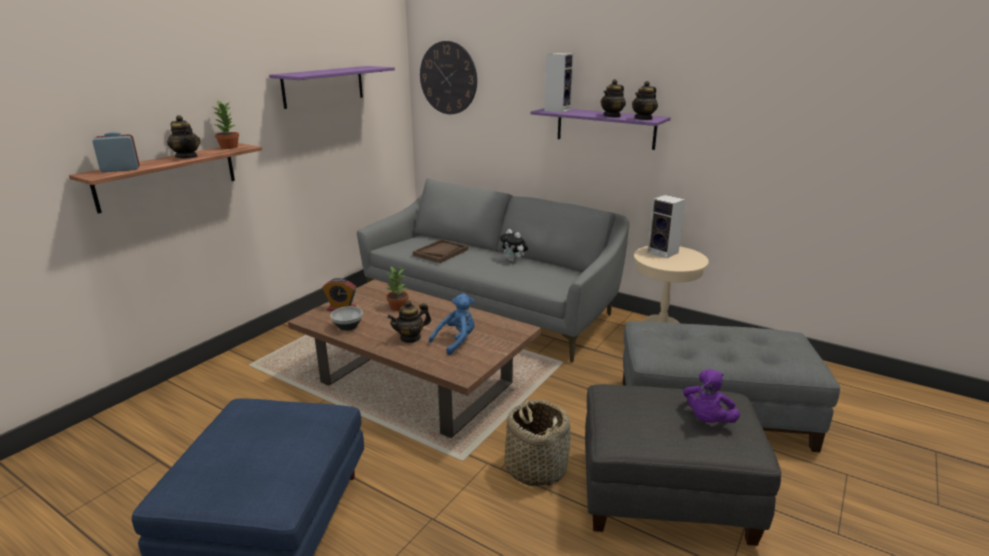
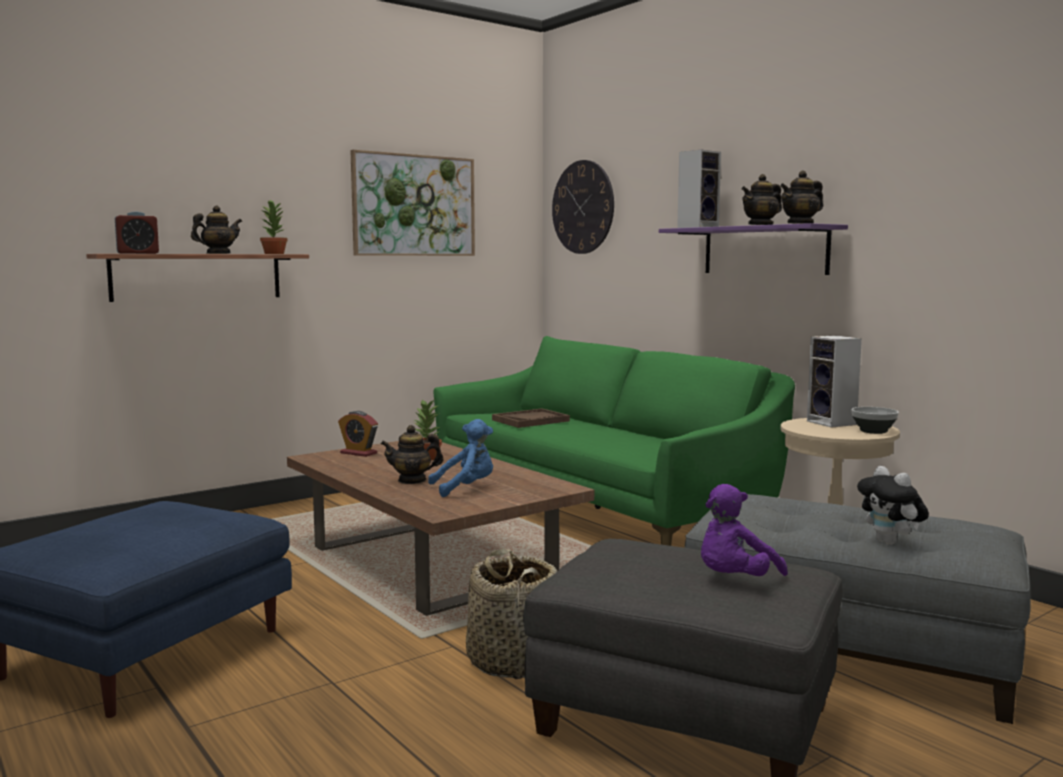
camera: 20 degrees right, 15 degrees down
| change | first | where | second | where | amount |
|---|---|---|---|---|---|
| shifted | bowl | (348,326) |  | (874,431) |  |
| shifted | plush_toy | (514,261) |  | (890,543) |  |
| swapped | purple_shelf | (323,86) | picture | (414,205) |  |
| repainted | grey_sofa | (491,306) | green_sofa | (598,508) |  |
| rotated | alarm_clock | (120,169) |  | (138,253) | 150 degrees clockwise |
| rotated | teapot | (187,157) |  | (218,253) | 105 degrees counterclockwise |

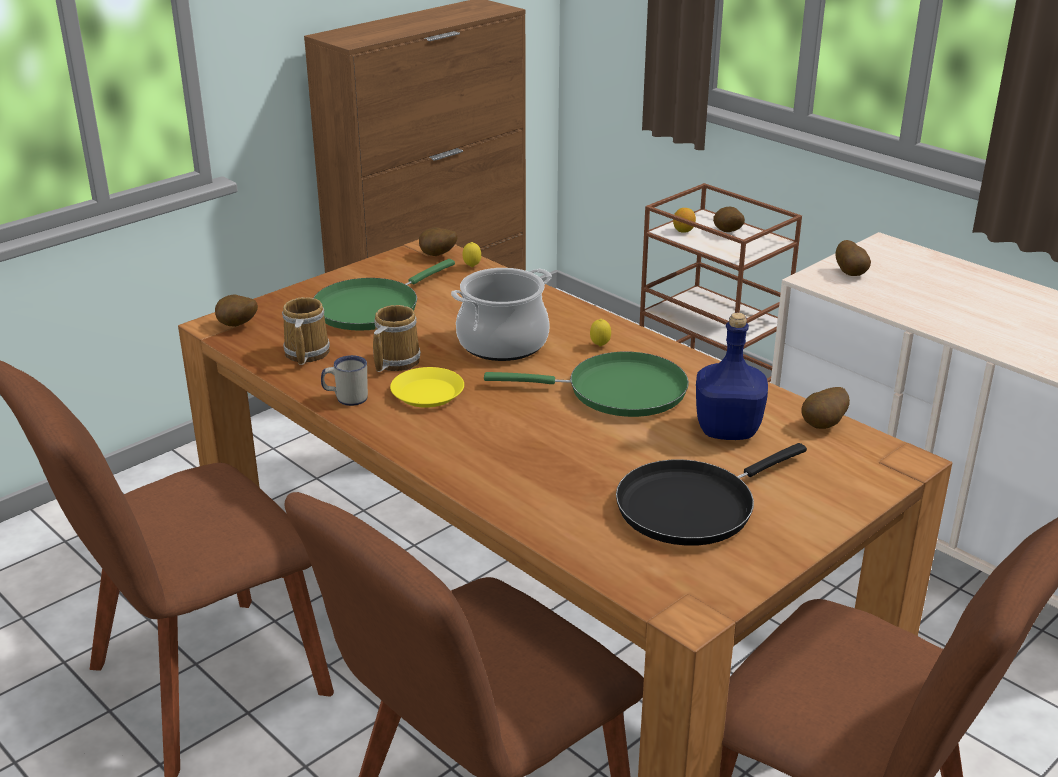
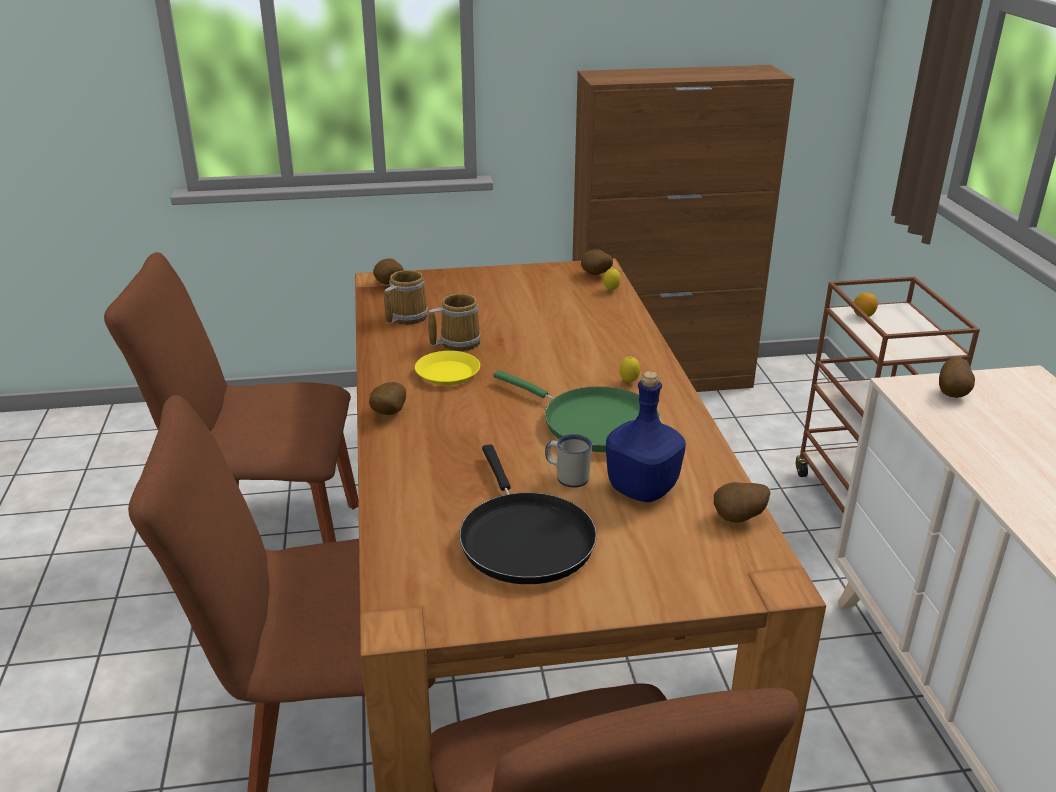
camera: 35 degrees right, 0 degrees up
| change | first | where | second | where | amount |
|---|---|---|---|---|---|
| gone | green_frying_pan | (372,308) |  |  |  |
| gone | cooking_pot | (502,343) |  |  |  |
| shifted | white_mug | (346,398) |  | (567,476) |  |
| shifted | potato | (727,232) |  | (387,414) |  |
| rotated | black_frying_pan | (692,506) |  | (524,538) | 105 degrees counterclockwise |

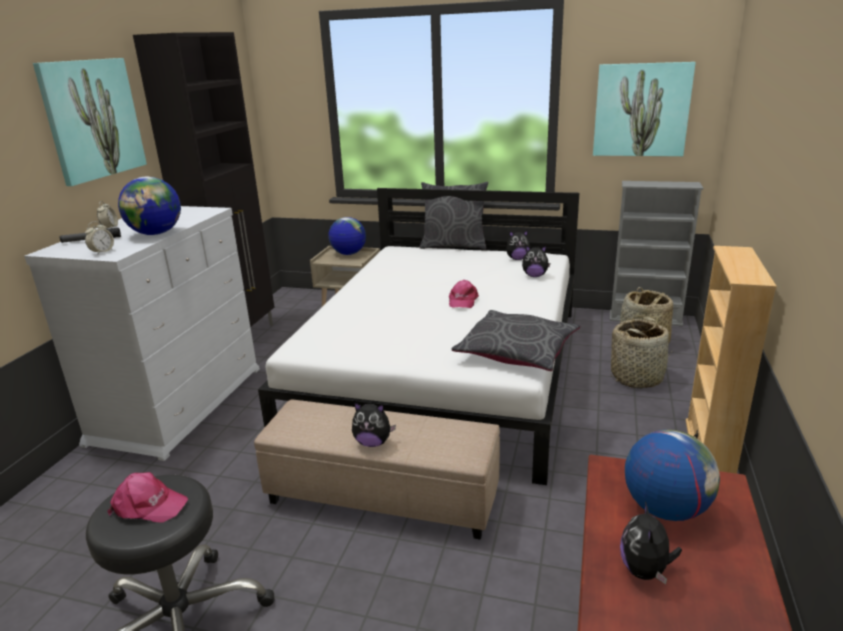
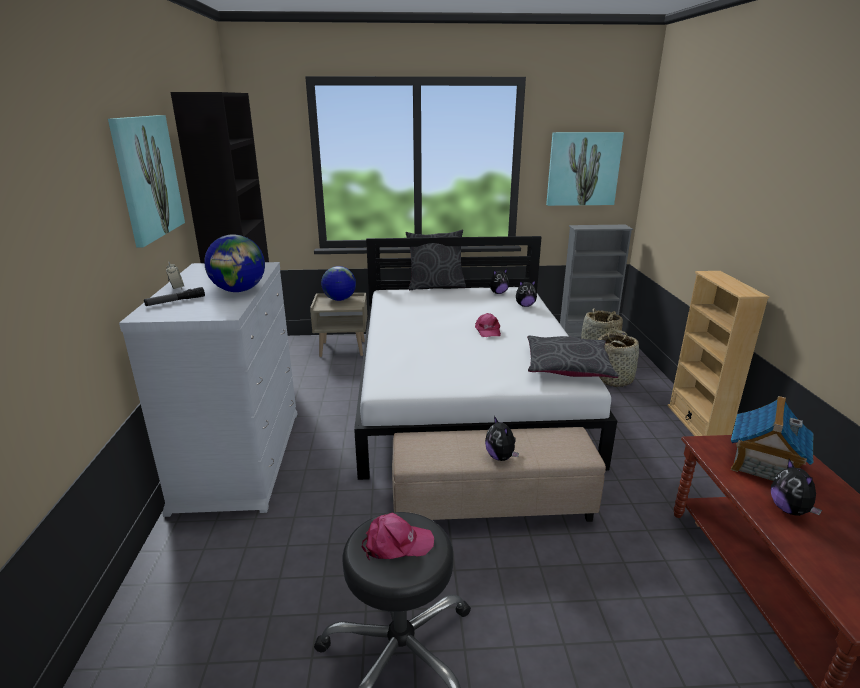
camera: 20 degrees left, 0 degrees up
| change | first | where | second | where | amount |
|---|---|---|---|---|---|
| gone | alarm_clock | (102,252) |  |  |  |
| swapped | globe | (665,508) | toy_house | (763,465) |  |
| rotated | plush_toy | (373,443) |  | (501,457) | 75 degrees clockwise |

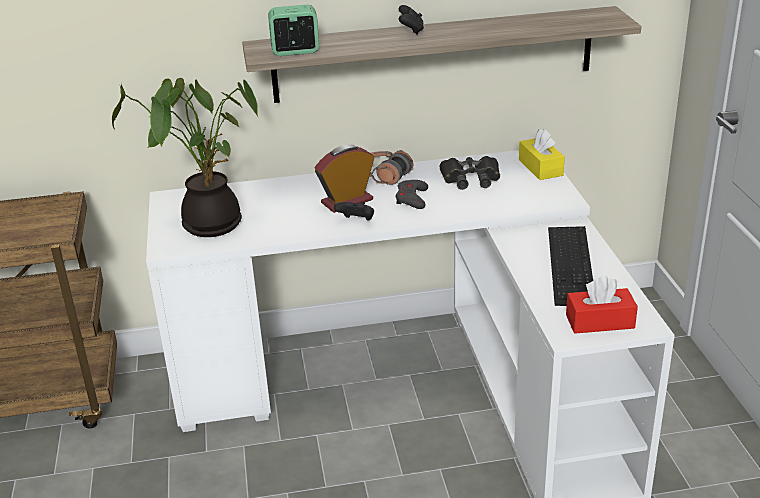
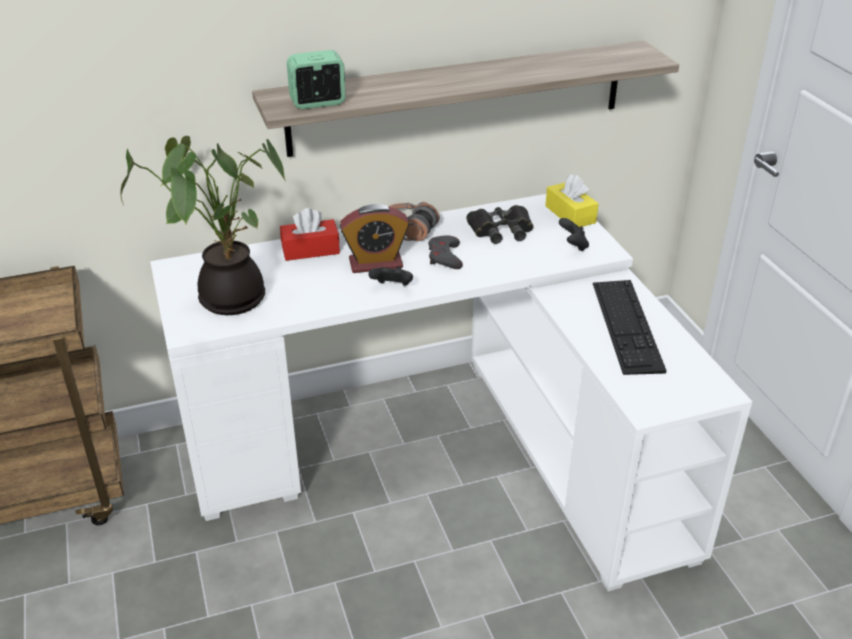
camera: 10 degrees left, 5 degrees up
| change | first | where | second | where | amount |
|---|---|---|---|---|---|
| shifted | black_game_controller | (411,31) |  | (573,246) |  |
| shifted | red_tissue_box | (600,321) |  | (310,250) |  |
| rotated | alarm_clock | (347,201) |  | (375,263) | 150 degrees counterclockwise |

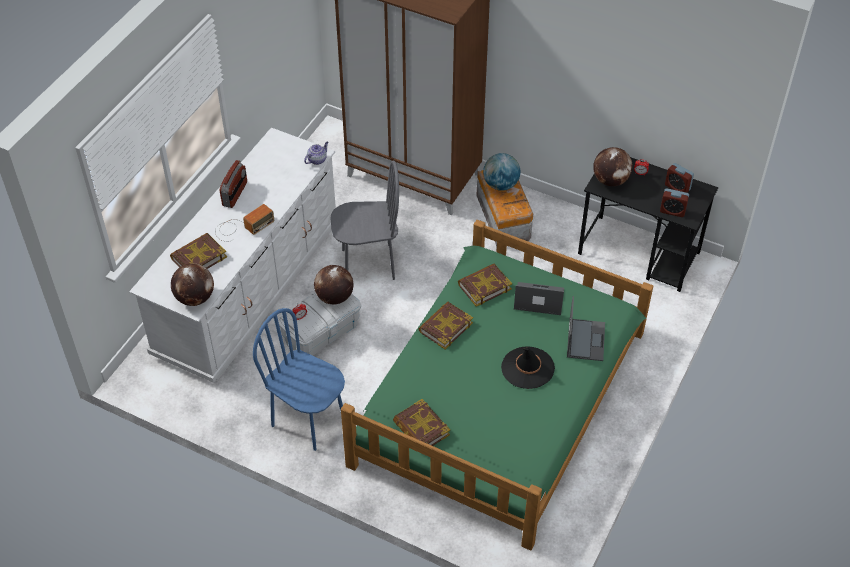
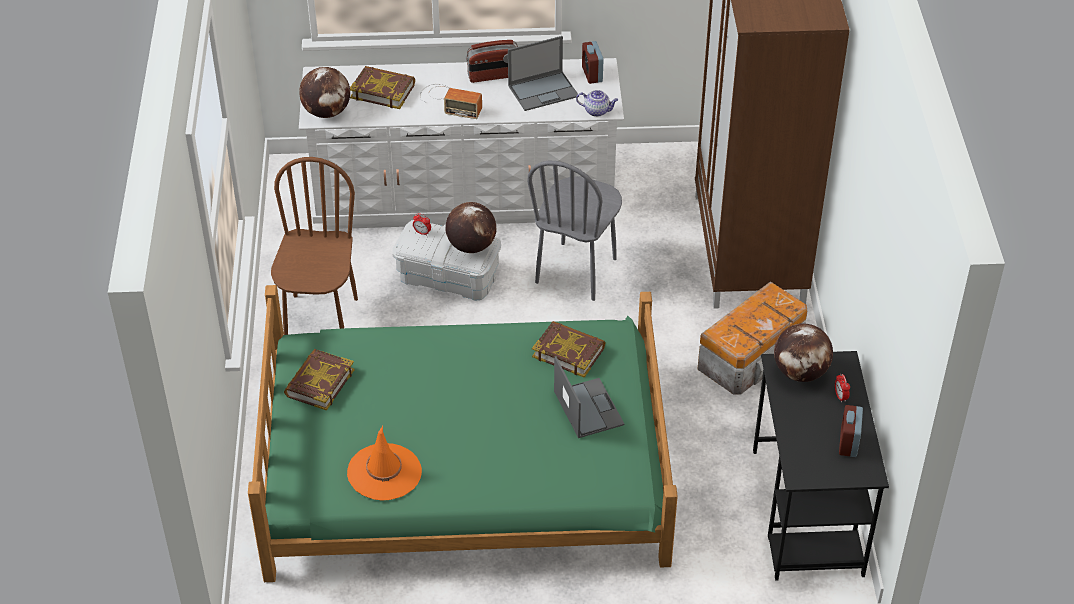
camera: 60 degrees right, 5 degrees down
| change | first | where | second | where | amount |
|---|---|---|---|---|---|
| gone | book | (445,327) |  |  |  |
| gone | globe | (500,184) |  |  |  |
| gone | black_hat | (527,368) |  |  |  |
| new |  |  | orange_hat | (384,472) |  |
| shifted | laptop | (585,339) |  | (544,91) |  |
| shifted | alarm_clock | (672,211) |  | (592,74) |  |
| repainted | blue_chair | (308,420) | brown_chair | (320,320) |  |
| rotated | grey_chair | (368,264) |  | (576,271) | 60 degrees clockwise |

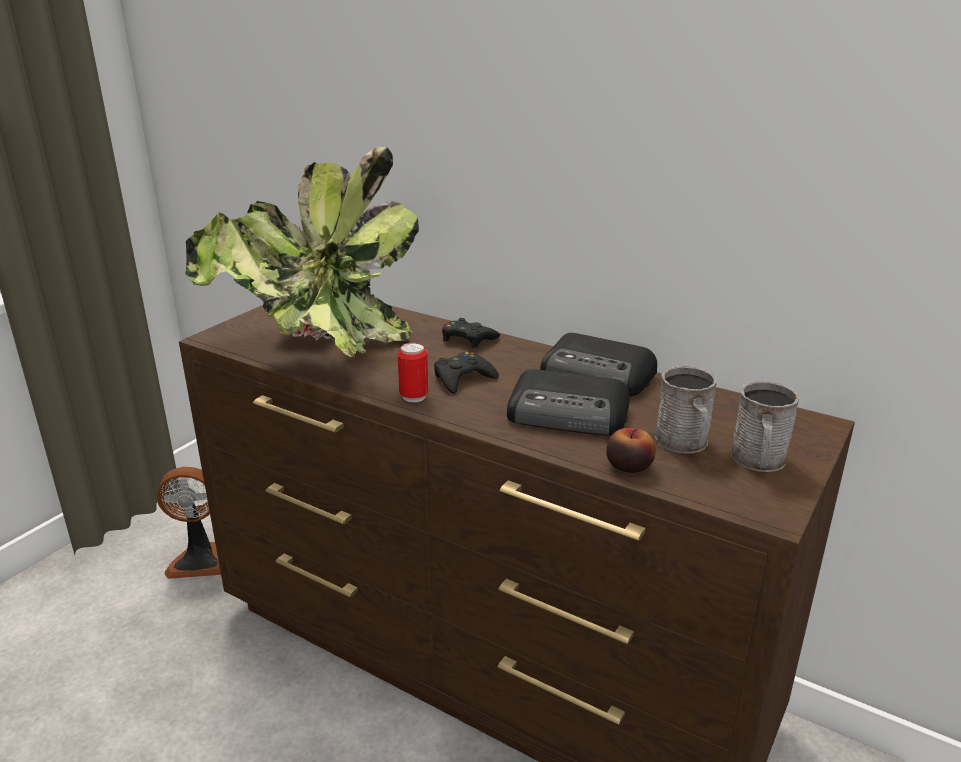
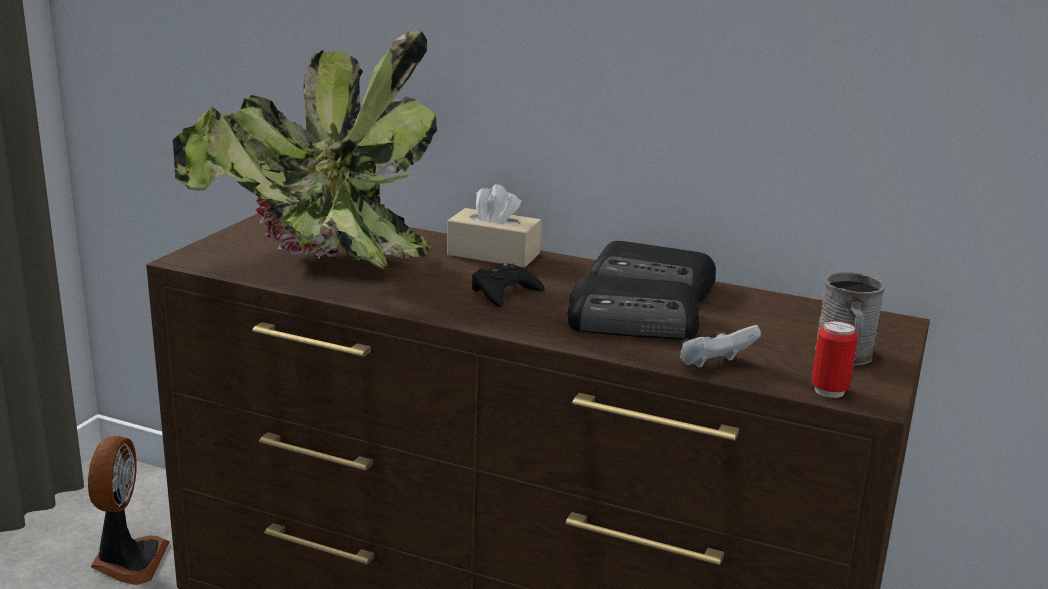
camera: 10 degrees left, 5 degrees down
| change | first | where | second | where | amount |
|---|---|---|---|---|---|
| gone | grey_mug | (684,444) |  |  |  |
| shifted | can | (414,397) |  | (829,391) |  |
| swapped | black_game_controller | (468,339) | beige_tissue_box | (493,254) |  |
| swapped | apple | (629,466) | white_game_controller | (714,365) |  |
| rotated | fan | (199,560) |  | (128,560) | 75 degrees counterclockwise |

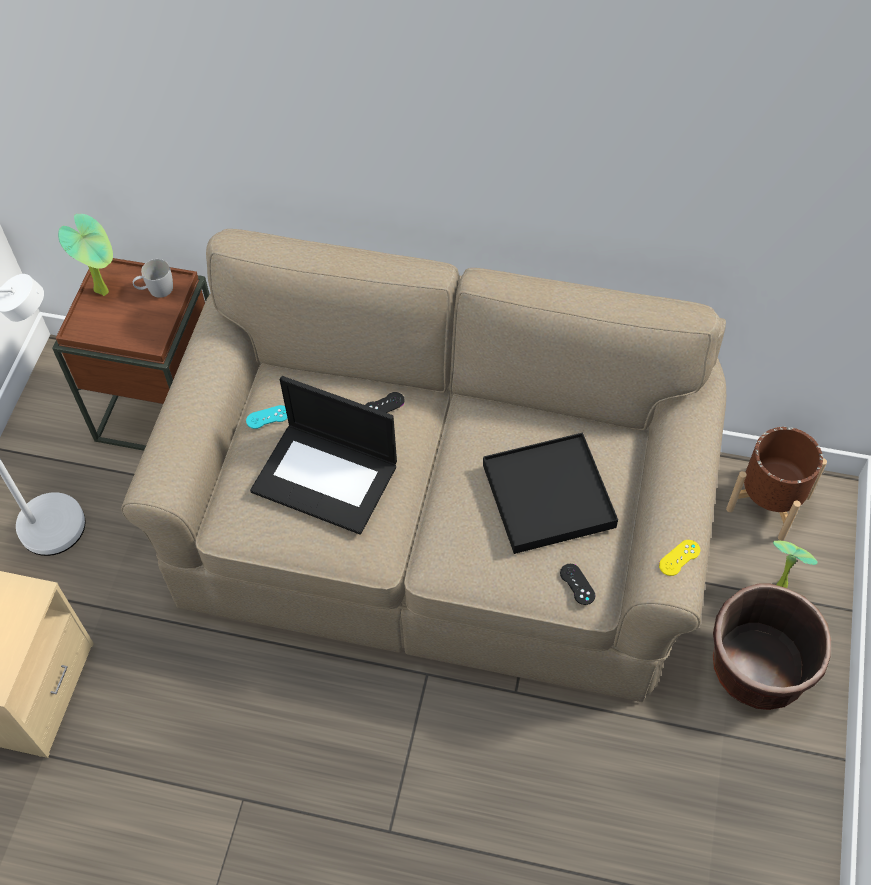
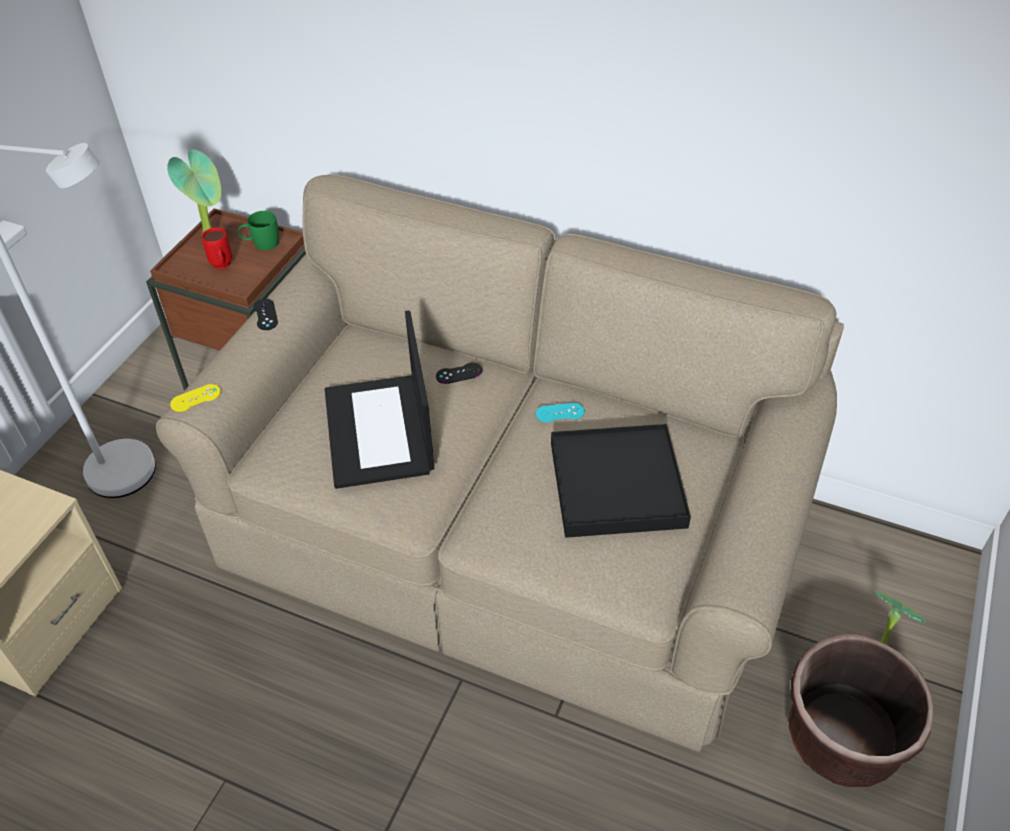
camera: 10 degrees right, 10 degrees down
| change | first | where | second | where | amount |
|---|---|---|---|---|---|
| gone | brown_planter | (767,502) |  |  |  |
| new |  |  | red_mug | (222,267) |  |
| shifted | turquoise_game_controller | (268,417) |  | (560,413) |  |
| shifted | black_game_controller | (577,584) |  | (265,314) |  |
| shifted | yellow_game_controller | (679,558) |  | (195,398) |  |
| repainted | white_mug | (155,290) | green_mug | (261,244) |  |
| rotated | laptop | (327,477) |  | (380,432) | 45 degrees clockwise |

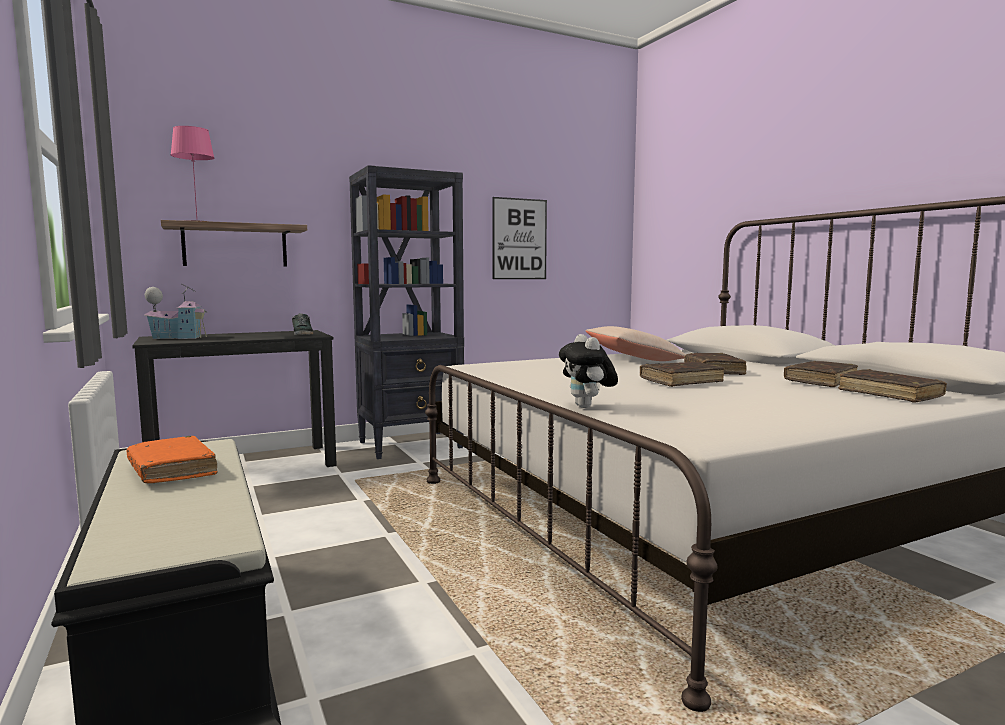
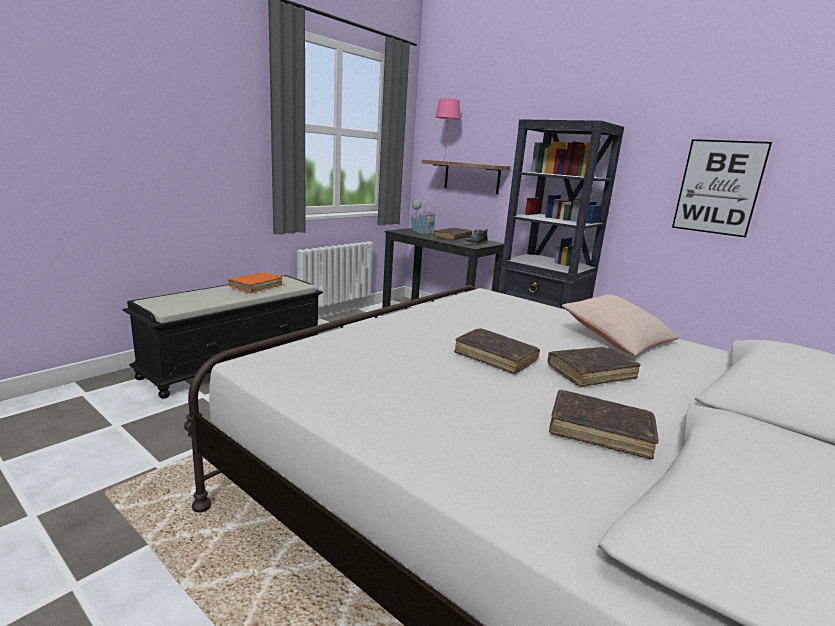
camera: 65 degrees right, 10 degrees up
| change | first | where | second | where | amount |
|---|---|---|---|---|---|
| gone | plush_toy | (587,407) |  |  |  |
| shifted | brown_book | (889,394) |  | (453,238) |  |

